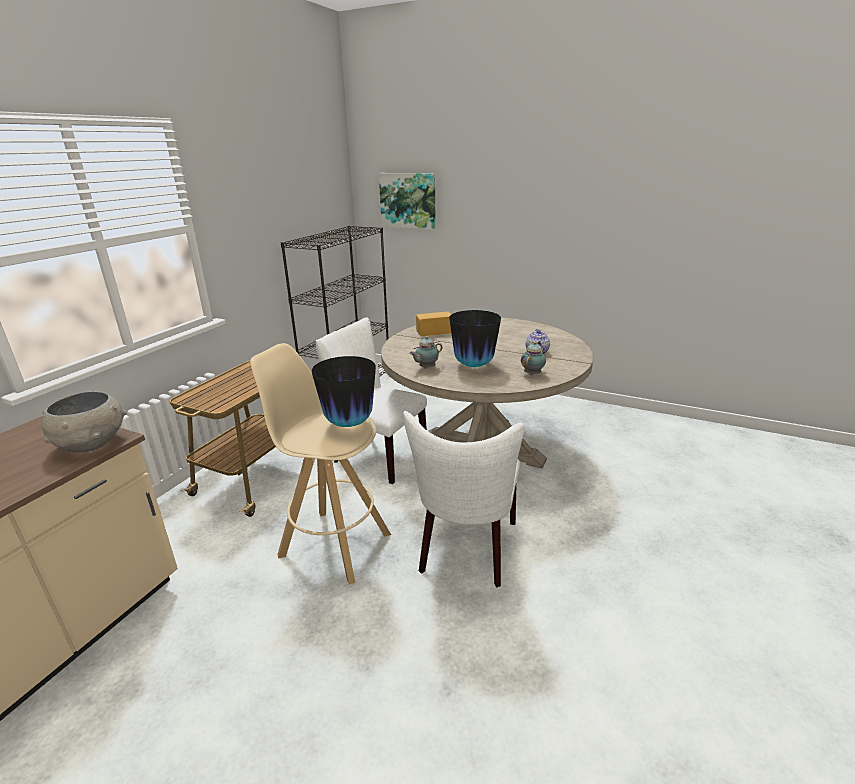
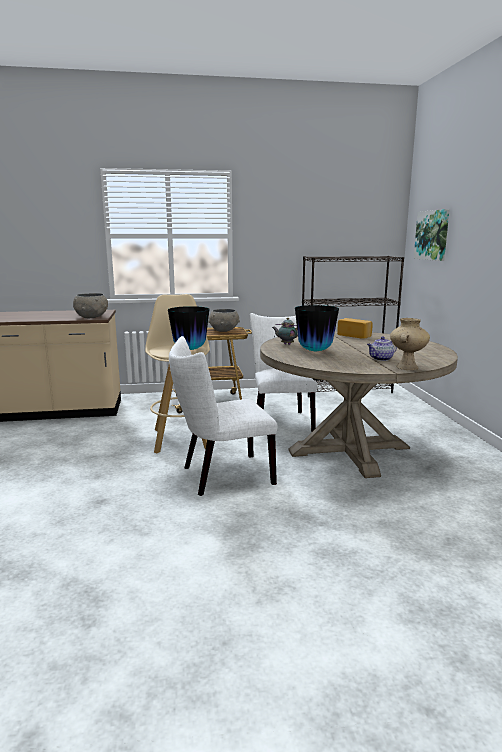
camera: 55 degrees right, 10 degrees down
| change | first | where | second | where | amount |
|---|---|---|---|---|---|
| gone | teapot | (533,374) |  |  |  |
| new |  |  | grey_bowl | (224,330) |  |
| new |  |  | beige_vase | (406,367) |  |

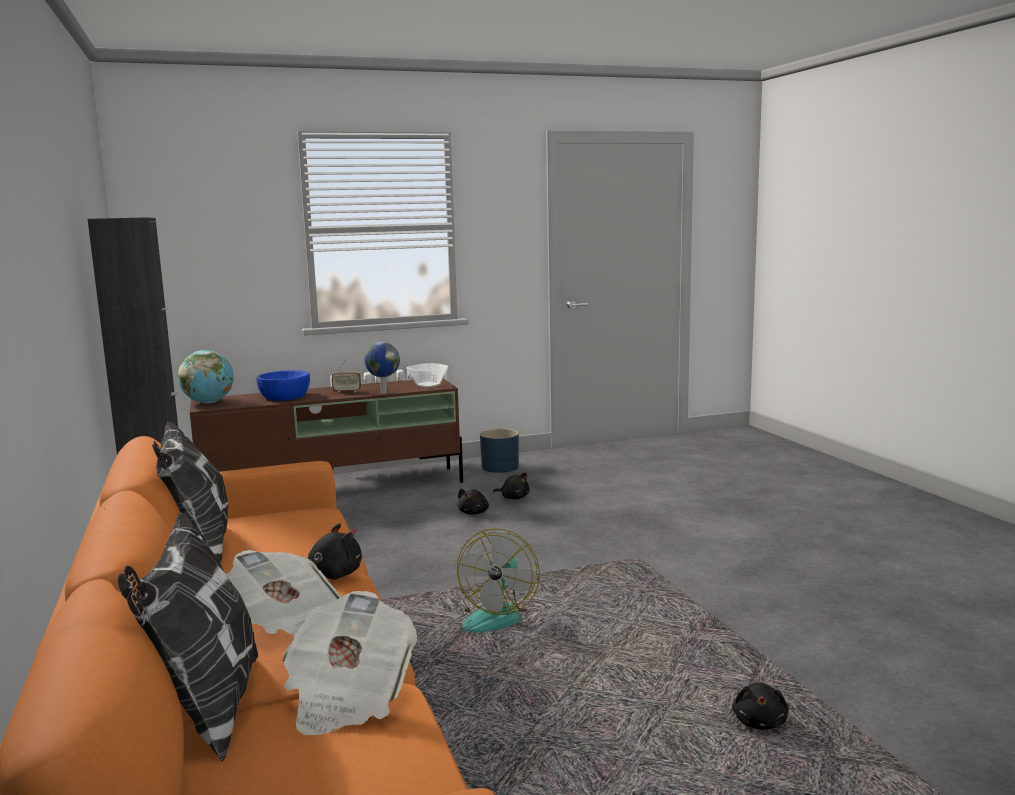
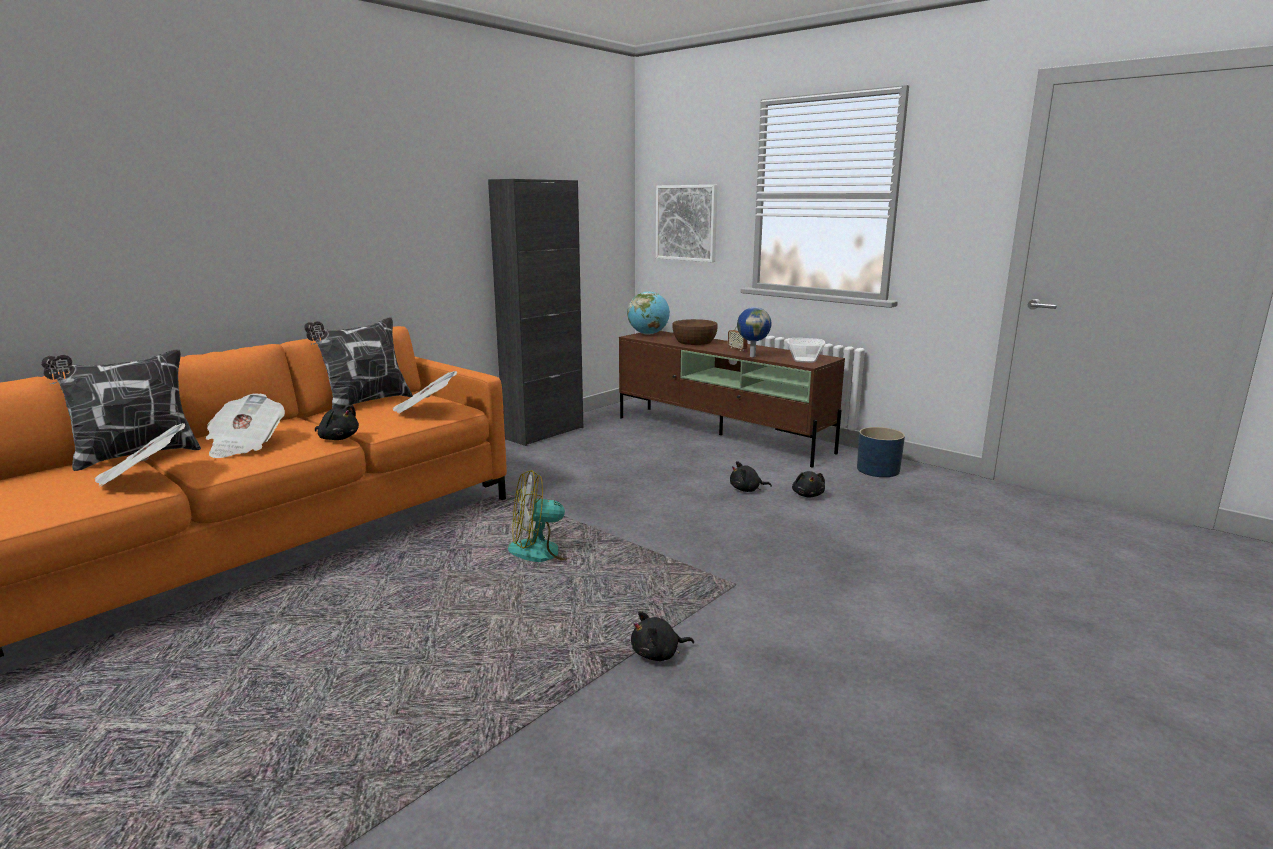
camera: 60 degrees right, 5 degrees up
| change | first | where | second | where | amount |
|---|---|---|---|---|---|
| new |  |  | newspaper | (424,410) |  |
| new |  |  | picture | (686,223) |  |
| shifted | black_plush_toy | (760,722) |  | (658,654) |  |
| repainted | blue_bowl | (284,396) | brown_bowl | (694,342) |  |

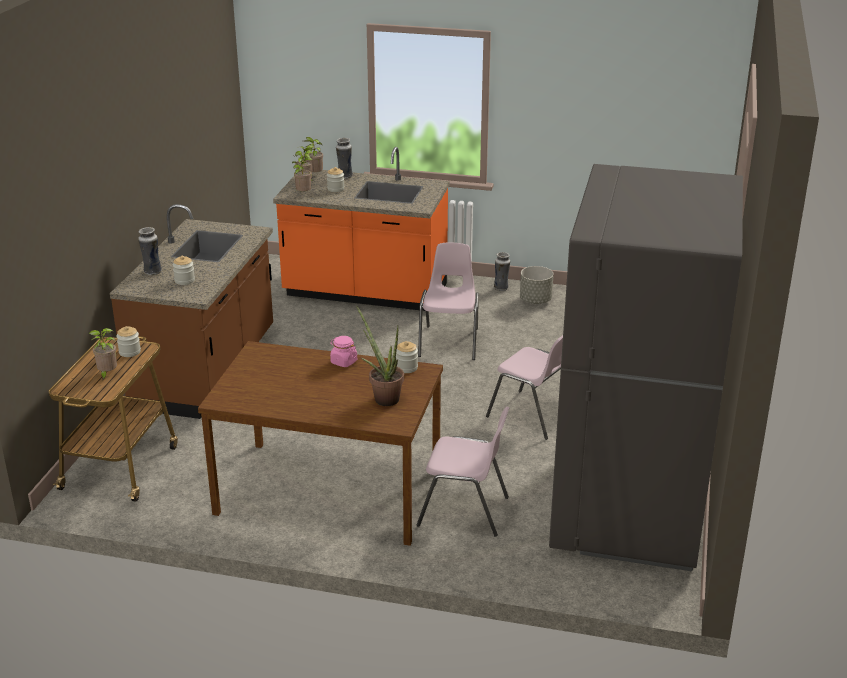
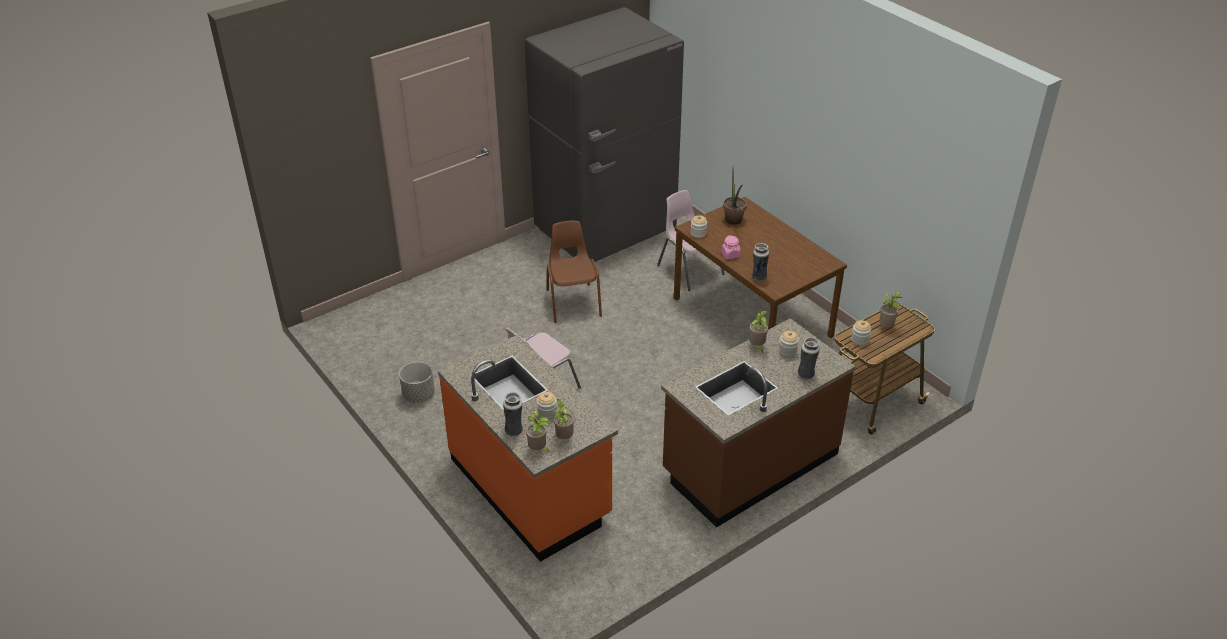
camera: 140 degrees left, 10 degrees up
| change | first | where | second | where | amount |
|---|---|---|---|---|---|
| shifted | potted_plant | (302,194) |  | (757,346) |  |
| shifted | vase | (501,288) |  | (758,278) |  |
| repainted | pink_chair | (533,416) | brown_chair | (573,302) |  |

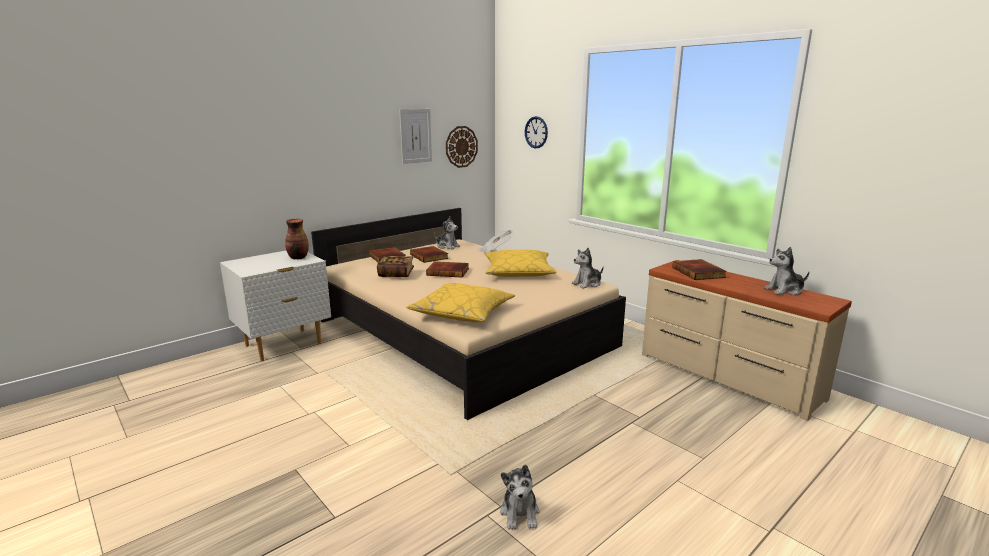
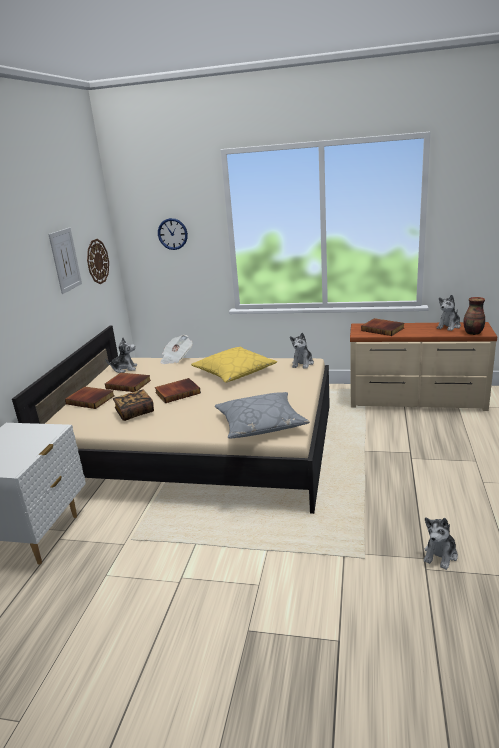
camera: 35 degrees left, 5 degrees up
| change | first | where | second | where | amount |
|---|---|---|---|---|---|
| shifted | vase | (298,257) |  | (473,333) |  |
| repainted | yellow_pillow | (462,313) | grey_pillow | (260,424) |  |
| rotated | plush_toy | (520,513) |  | (440,555) | 75 degrees clockwise |

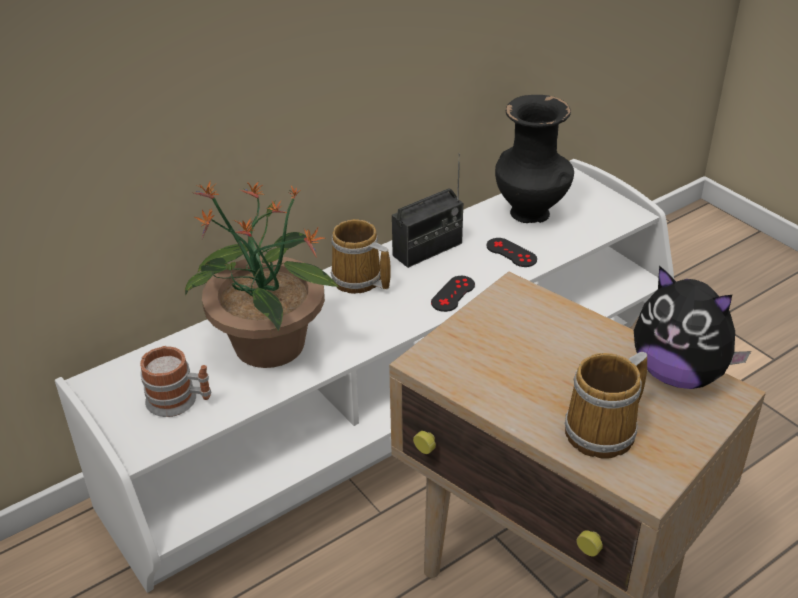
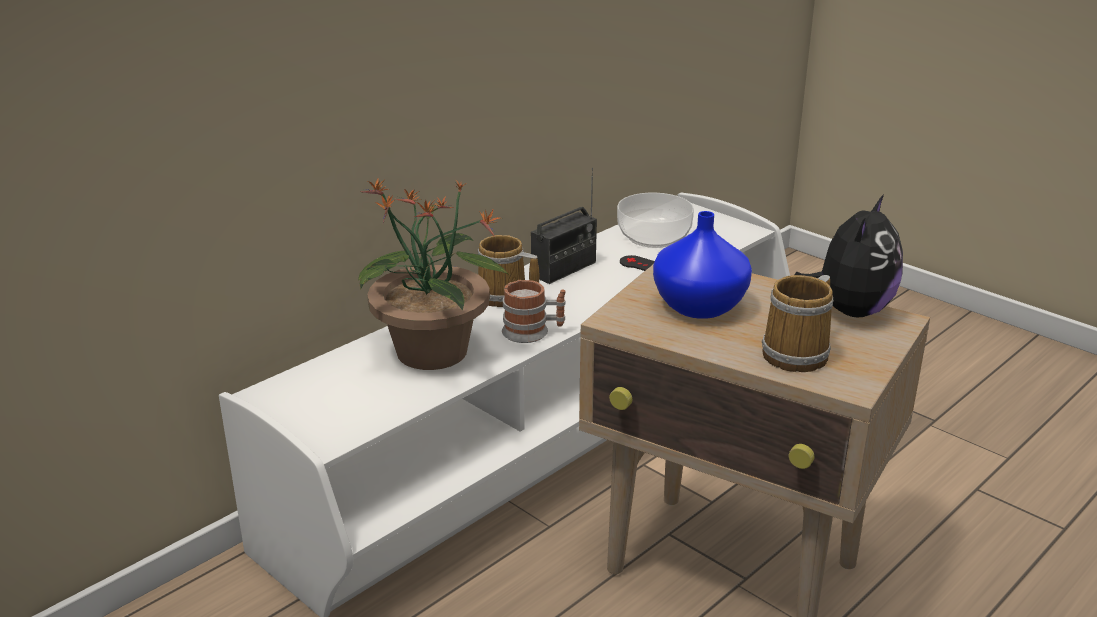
camera: 10 degrees left, 10 degrees down
| change | first | where | second | where | amount |
|---|---|---|---|---|---|
| gone | black_game_controller | (453,294) |  |  |  |
| new |  |  | blue_vase | (697,306) |  |
| shifted | mug | (180,401) |  | (533,332) |  |
| swapped | black_vase | (531,214) | bowl | (655,237) |  |
| rotated | plush_toy | (678,374) |  | (849,310) | 90 degrees counterclockwise |

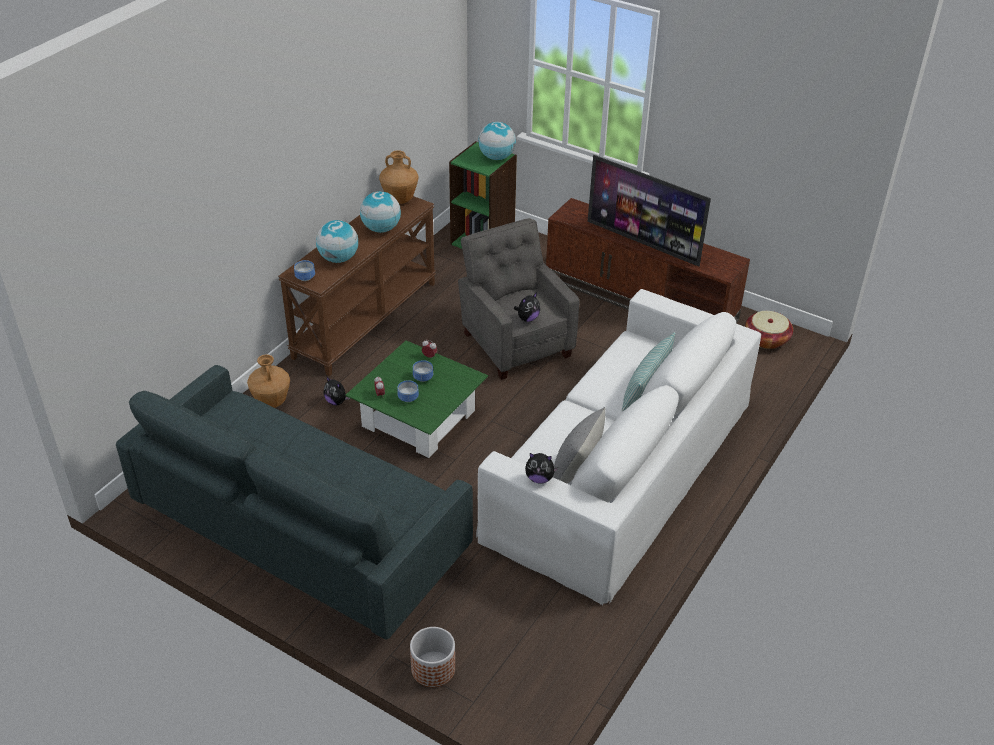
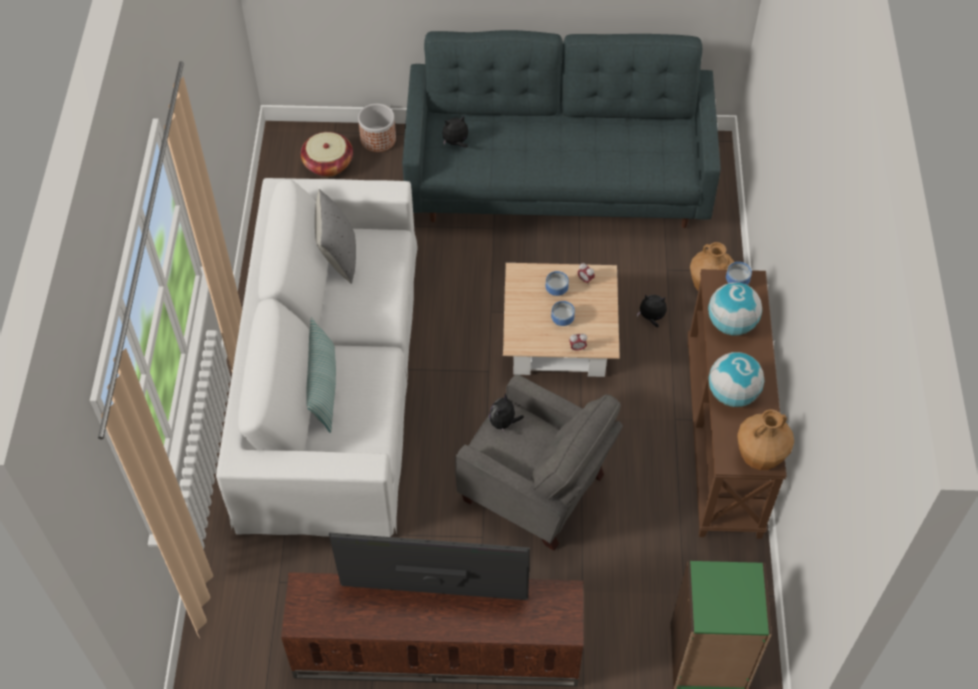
camera: 150 degrees right, 15 degrees up
| change | first | where | second | where | amount |
|---|---|---|---|---|---|
| gone | globe | (496,157) |  |  |  |
| shifted | plush_toy | (539,478) |  | (456,143) |  |
| shifted | basket | (766,339) |  | (328,163) |  |
| repainted | green_coffee_table | (418,418) | beige_coffee_table | (559,338) |  |

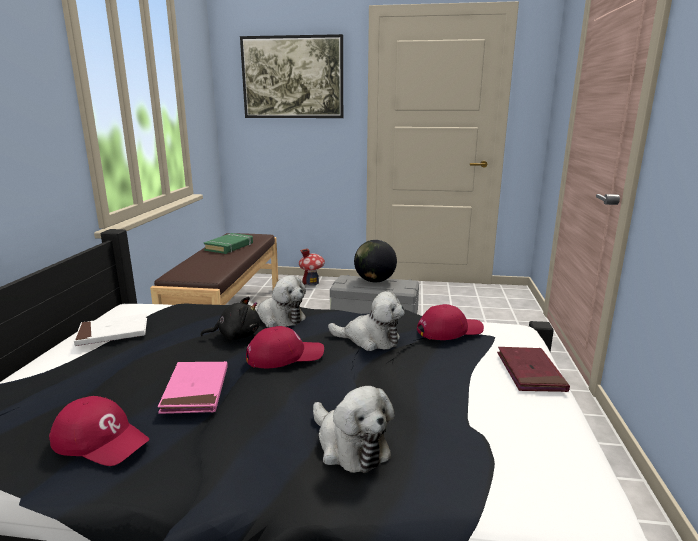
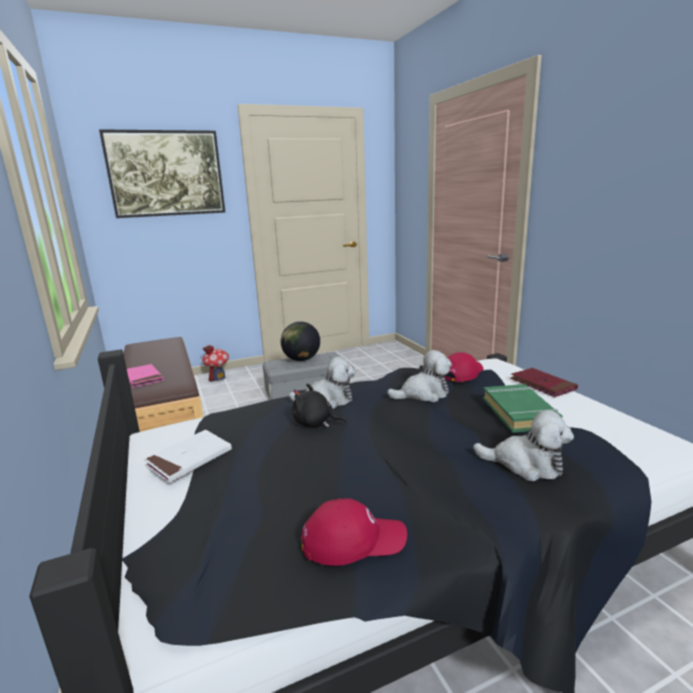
camera: 30 degrees left, 0 degrees up
| change | first | where | second | where | amount |
|---|---|---|---|---|---|
| gone | red_cap | (284,355) |  |  |  |
| shifted | pink_book | (196,390) |  | (143,378) |  |
| shifted | green_book | (229,247) |  | (519,413) |  |
| rotated | black_plush_toy | (236,336) |  | (315,423) | 120 degrees counterclockwise |

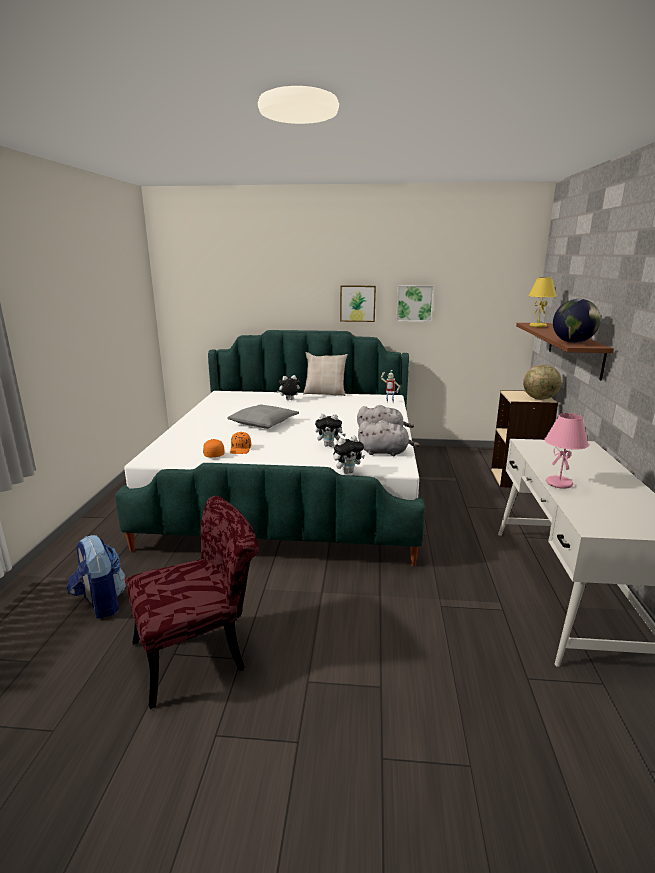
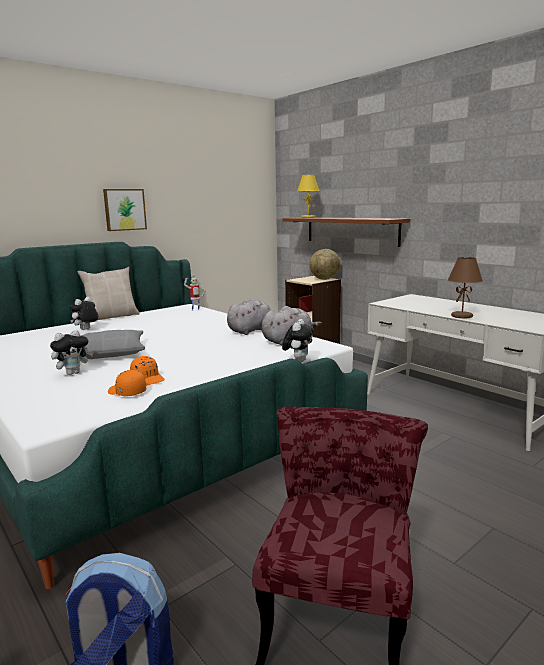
camera: 45 degrees left, 5 degrees down
| change | first | where | second | where | amount |
|---|---|---|---|---|---|
| gone | picture | (414,303) |  |  |  |
| gone | globe | (572,342) |  |  |  |
| shifted | plush_toy | (329,445) |  | (73,373) |  |
| repainted | pink_table_lamp | (559,483) | brown_table_lamp | (462,316) |  |

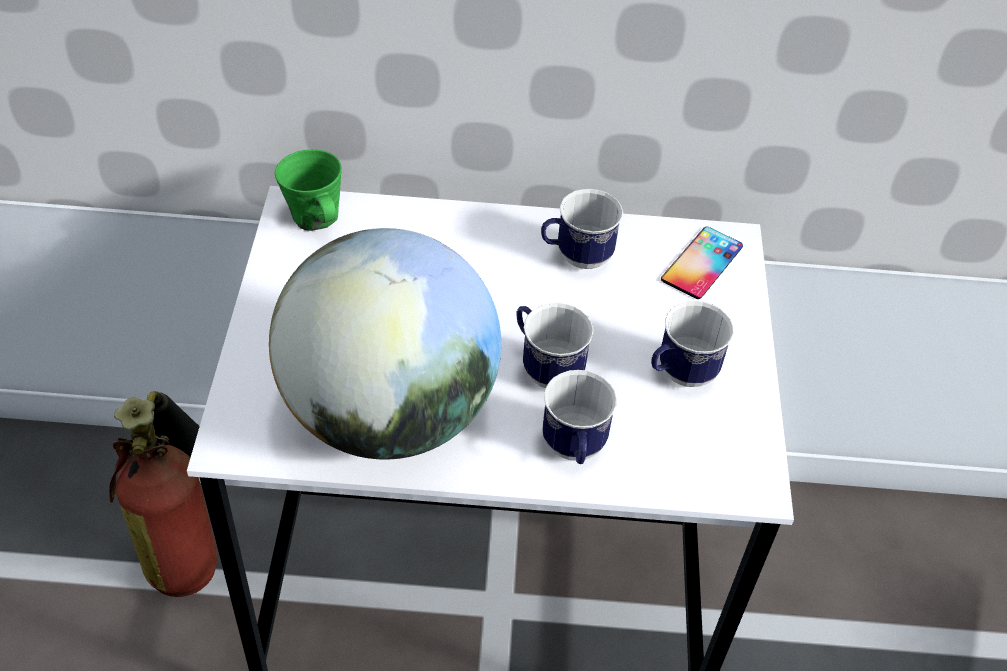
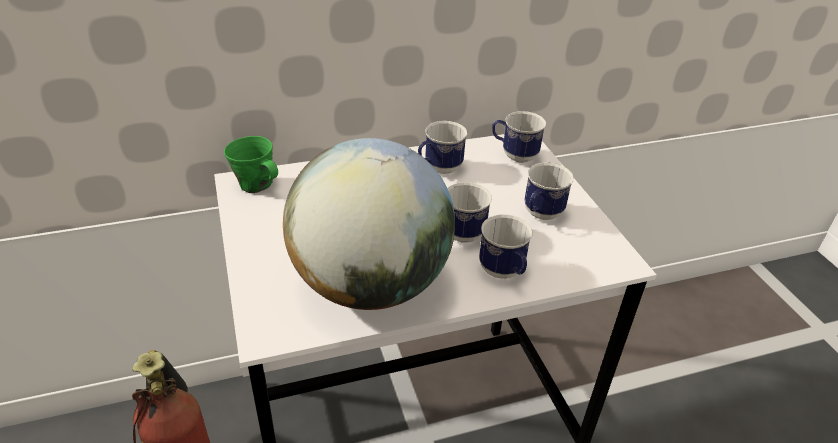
camera: 20 degrees left, 10 degrees down
| change | first | where | second | where | amount |
|---|---|---|---|---|---|
| swapped | phone | (702,263) | mug | (514,155) |  |

